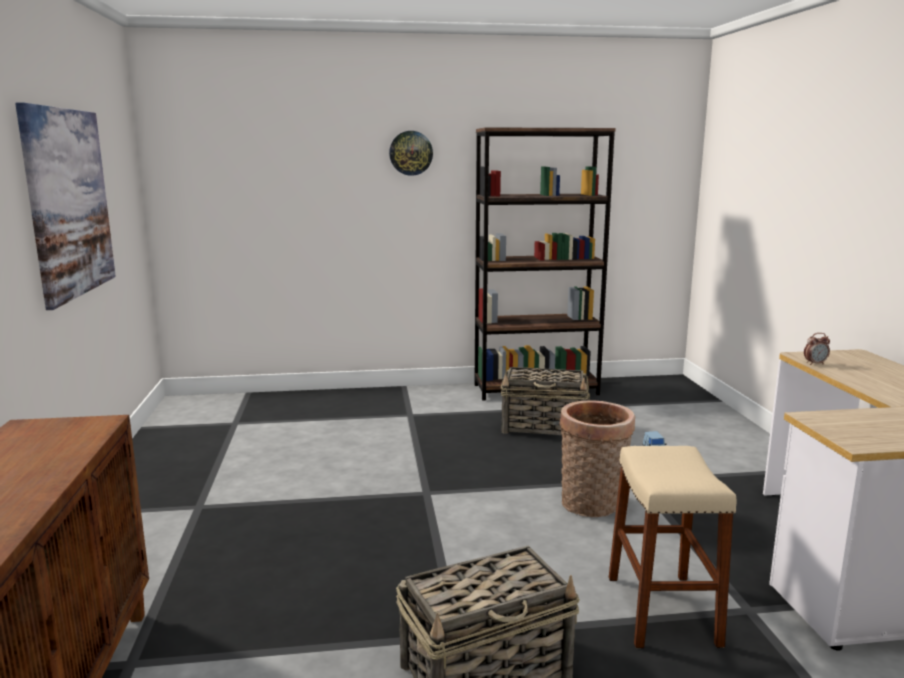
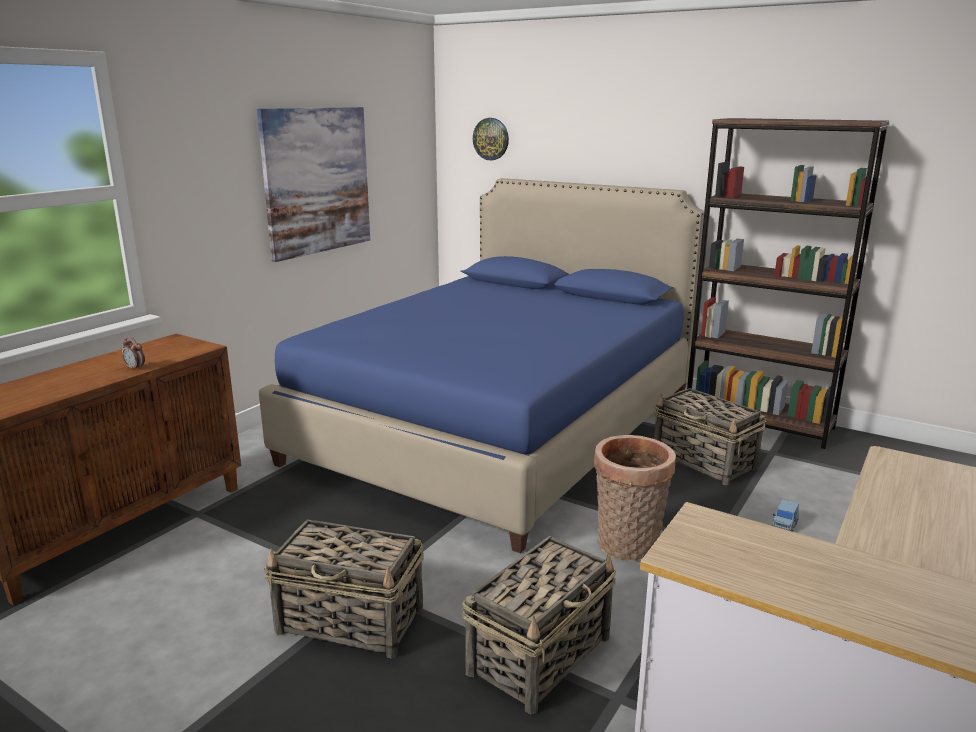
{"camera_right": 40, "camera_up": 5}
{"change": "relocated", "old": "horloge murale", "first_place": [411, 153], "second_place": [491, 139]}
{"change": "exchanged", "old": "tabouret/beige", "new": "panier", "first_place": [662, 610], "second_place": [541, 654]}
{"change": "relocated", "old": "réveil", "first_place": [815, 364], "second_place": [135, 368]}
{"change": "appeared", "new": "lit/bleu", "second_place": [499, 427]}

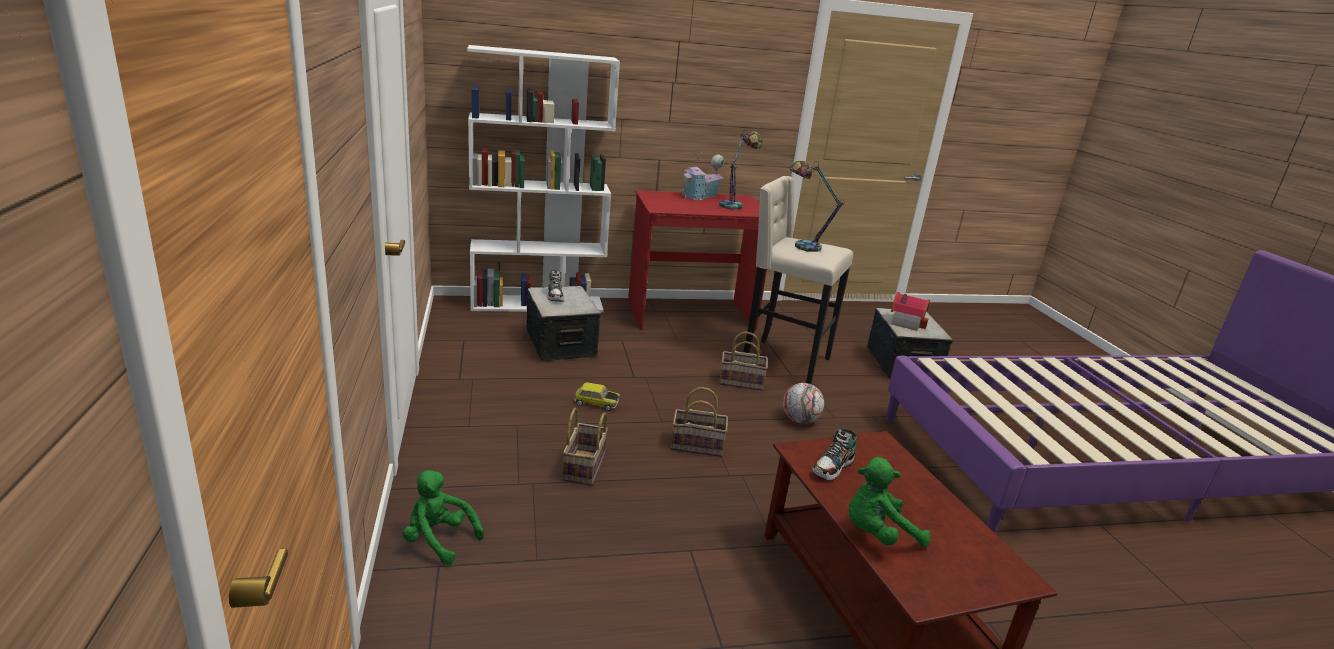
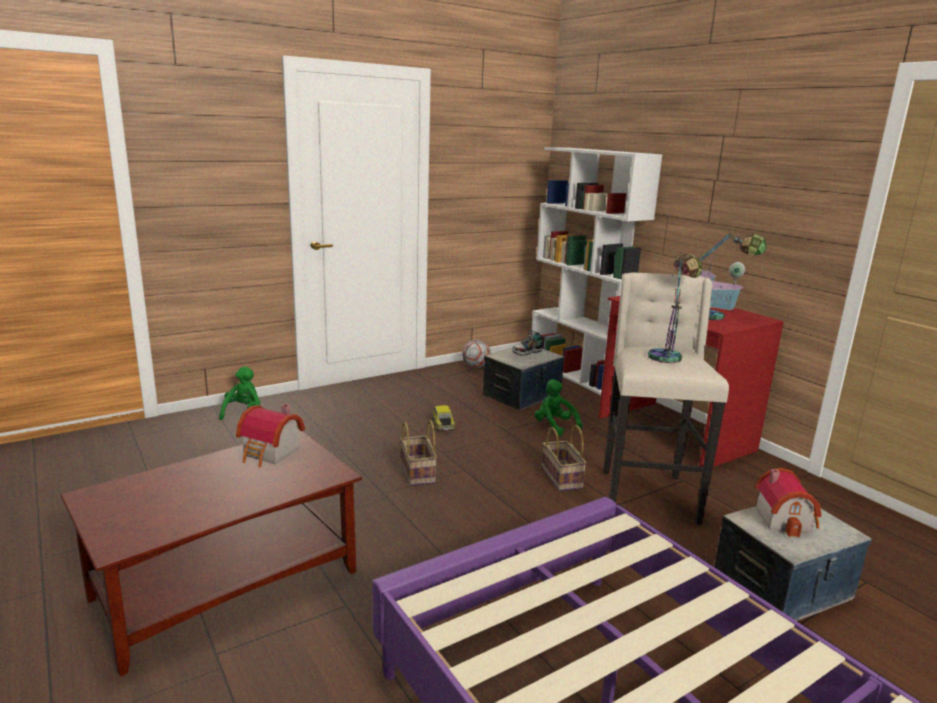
{"camera_right": 70, "camera_up": -5}
{"change": "missing", "old": "panier", "first_place": [585, 468]}
{"change": "relocated", "old": "ballon de foot", "first_place": [800, 420], "second_place": [475, 366]}
{"change": "exchanged", "old": "chaussure", "new": "maison miniature", "first_place": [832, 468], "second_place": [271, 453]}
{"change": "relocated", "old": "peluche/vert", "first_place": [877, 534], "second_place": [554, 426]}

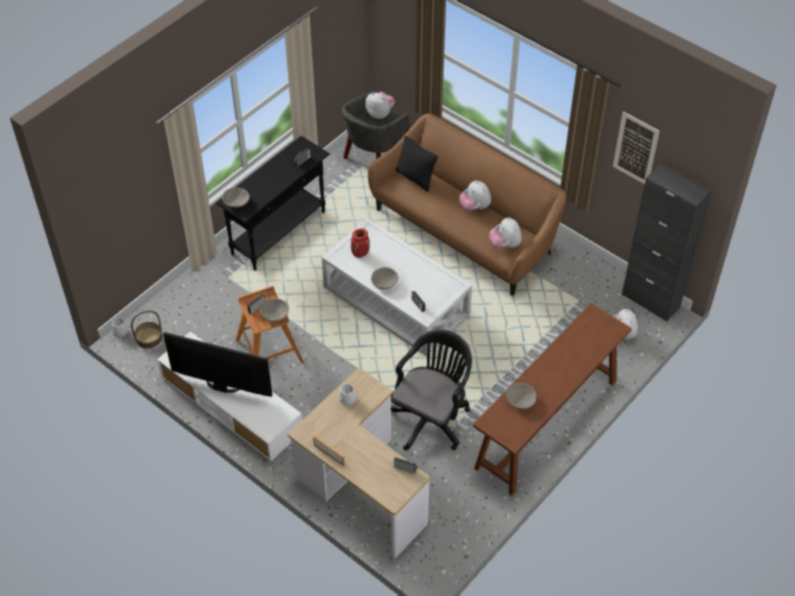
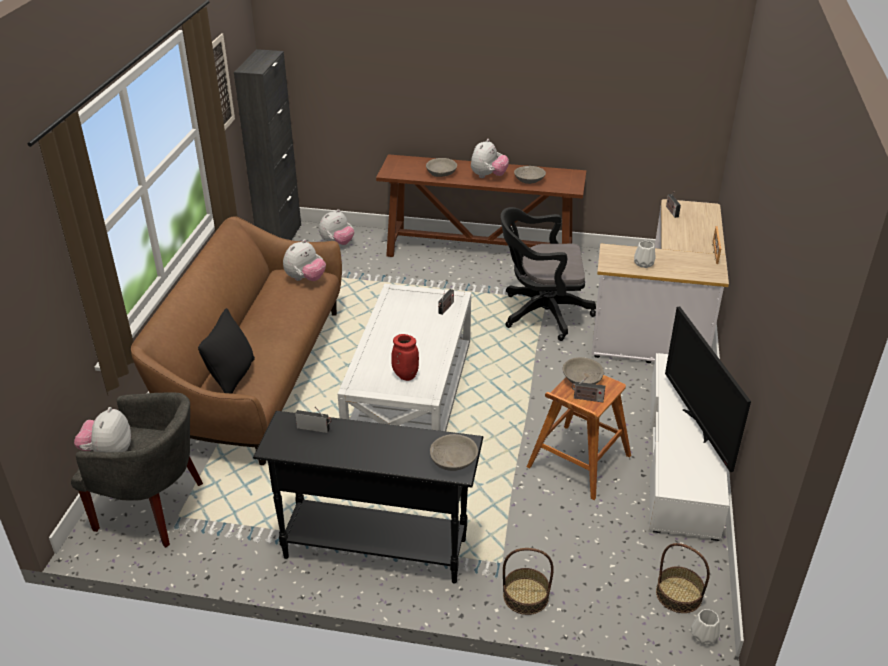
{"camera_right": -120, "camera_up": -15}
{"change": "relocated", "old": "bol/gris", "first_place": [384, 283], "second_place": [441, 173]}
{"change": "relocated", "old": "peluche", "first_place": [474, 207], "second_place": [488, 176]}
{"change": "appeared", "new": "panier", "second_place": [525, 596]}

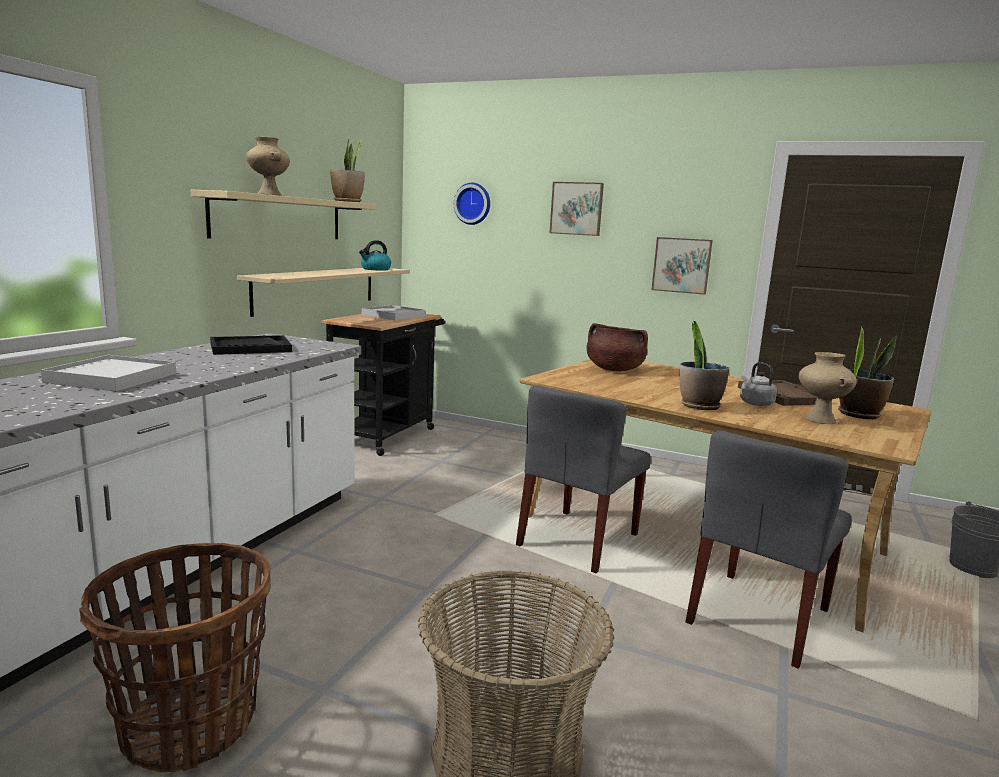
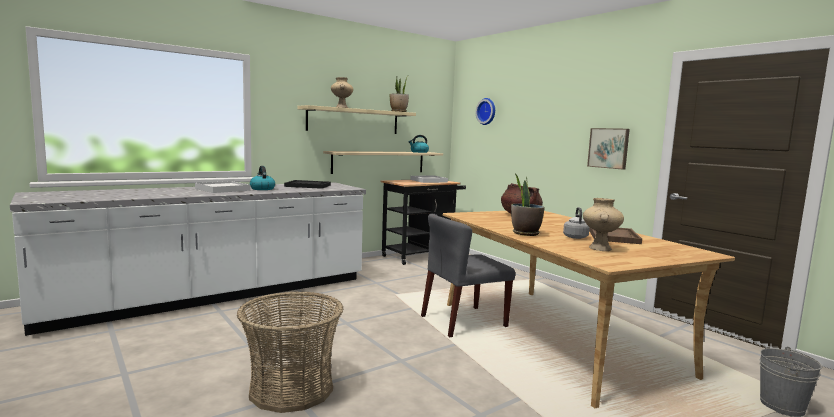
{"camera_right": 30, "camera_up": -5}
{"change": "missing", "old": "panier", "first_place": [190, 725]}
{"change": "missing", "old": "tableau", "first_place": [577, 208]}
{"change": "missing", "old": "chaise/gris", "first_place": [758, 617]}
{"change": "missing", "old": "plante en pot", "first_place": [859, 414]}
{"change": "appeared", "new": "bouilloire", "second_place": [262, 189]}

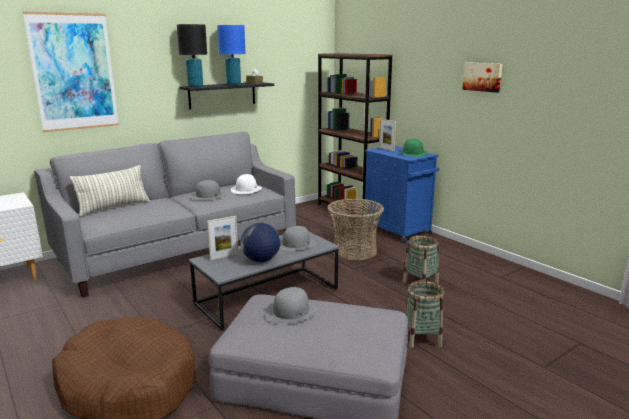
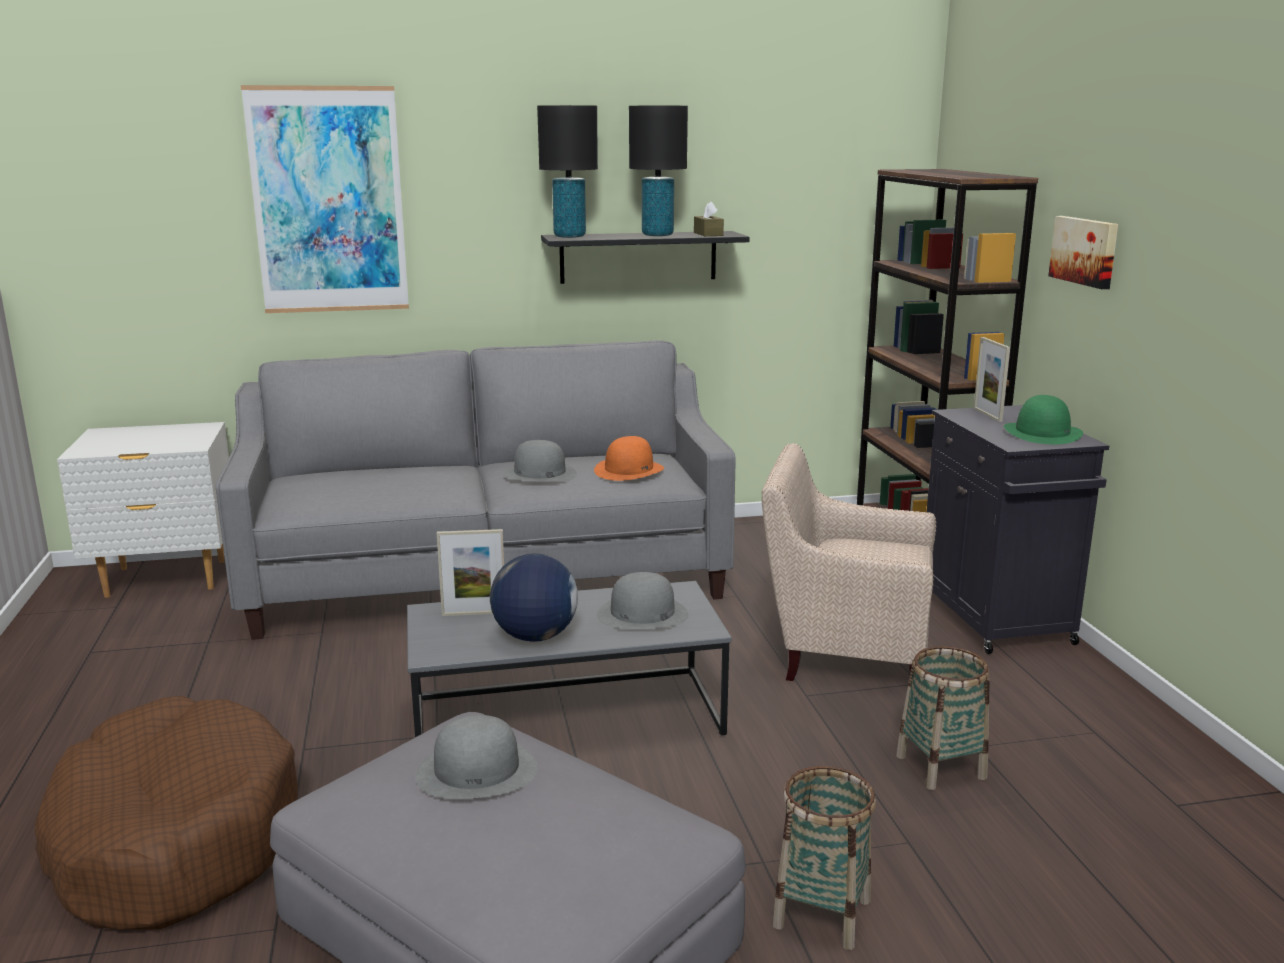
{"camera_right": 25, "camera_up": 0}
{"change": "missing", "old": "coussin", "first_place": [114, 207]}
{"change": "colour", "old": "lampe de table/bleu", "new": "lampe de table/noir", "first_place": [233, 84], "second_place": [658, 235]}
{"change": "colour", "old": "chapeau/blanc", "new": "chapeau/orange", "first_place": [246, 189], "second_place": [629, 470]}
{"change": "exchanged", "old": "panier", "new": "fauteuil/beige", "first_place": [354, 251], "second_place": [843, 651]}
{"change": "colour", "old": "meuble de rangement/bleu", "new": "meuble de rangement/noir", "first_place": [398, 230], "second_place": [996, 619]}
{"change": "relocated", "old": "tableau", "first_place": [482, 77], "second_place": [1085, 251]}

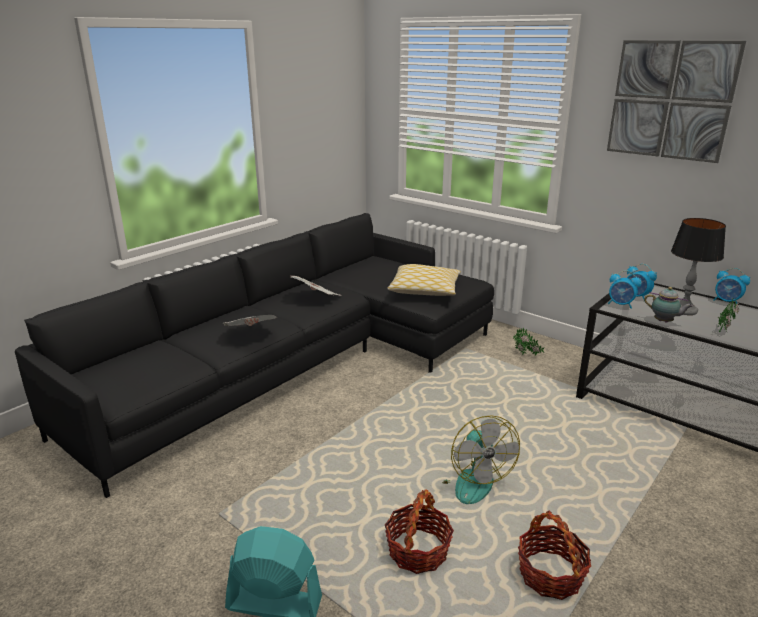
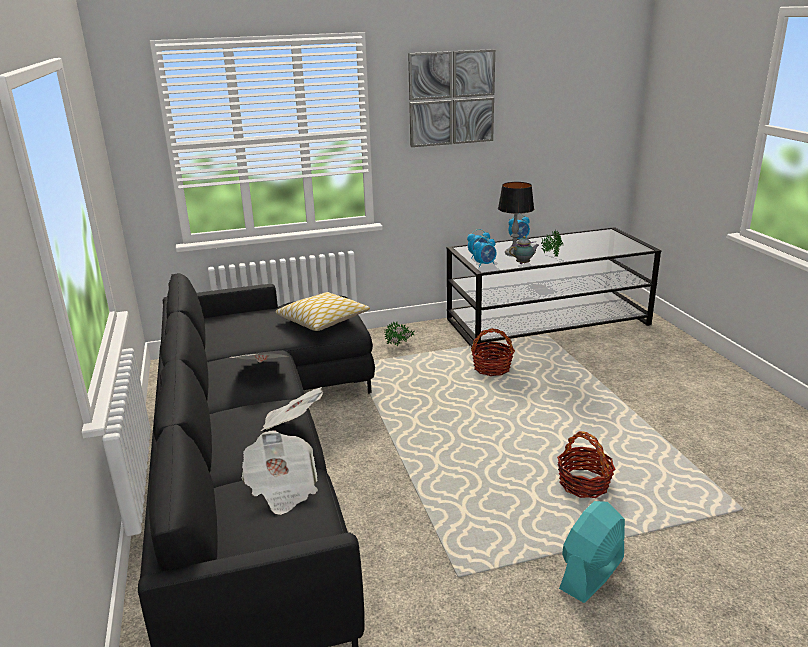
{"camera_right": -55, "camera_up": 0}
{"change": "missing", "old": "ventilateur", "first_place": [468, 479]}
{"change": "relocated", "old": "panier", "first_place": [550, 575], "second_place": [491, 368]}
{"change": "appeared", "new": "journal", "second_place": [282, 488]}

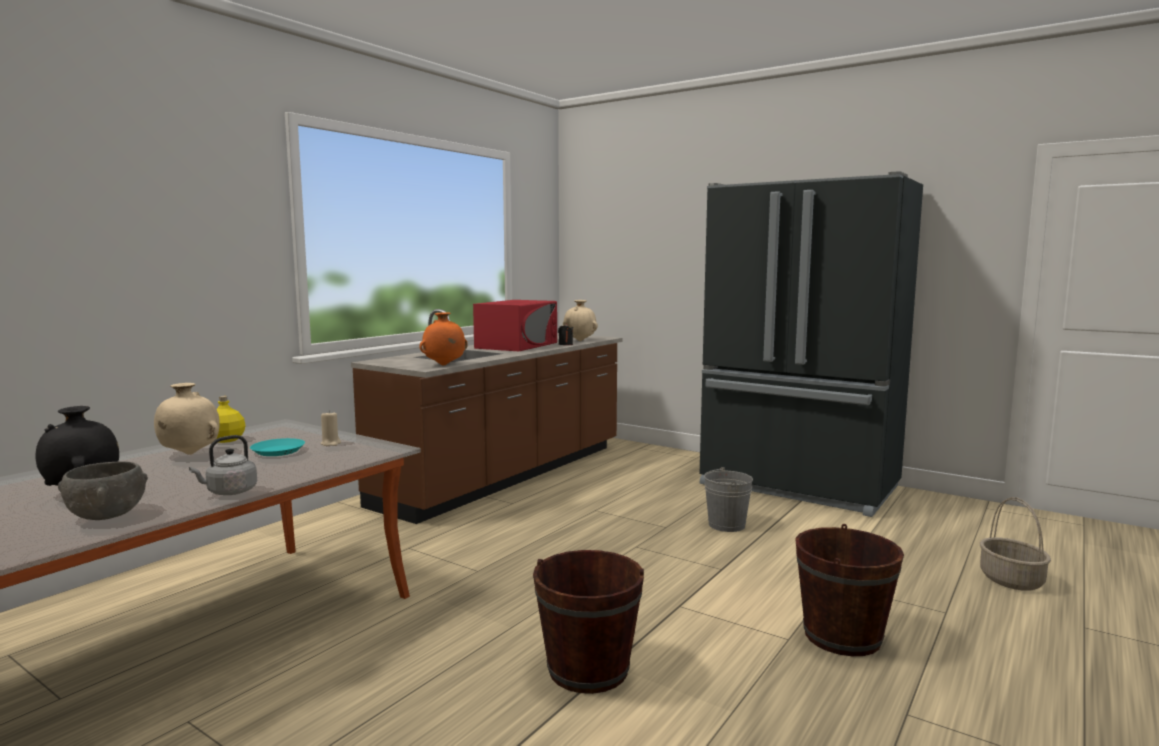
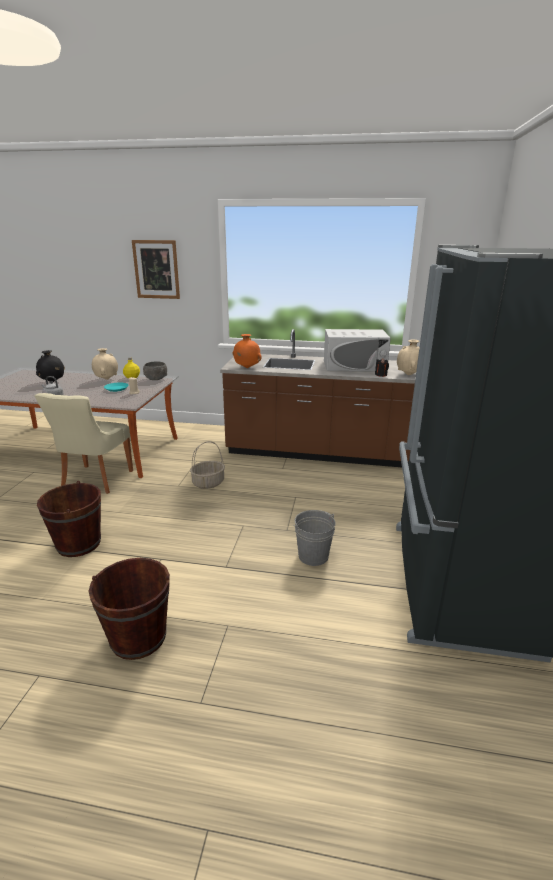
{"camera_right": 65, "camera_up": 15}
{"change": "relocated", "old": "bol/gris", "first_place": [106, 514], "second_place": [156, 378]}
{"change": "colour", "old": "micro-ondes/rouge", "new": "micro-ondes/blanc", "first_place": [517, 345], "second_place": [354, 366]}
{"change": "relocated", "old": "panier", "first_place": [1012, 580], "second_place": [208, 483]}
{"change": "appeared", "new": "chaise/beige", "second_place": [95, 480]}
{"change": "appeared", "new": "tableau", "second_place": [156, 269]}

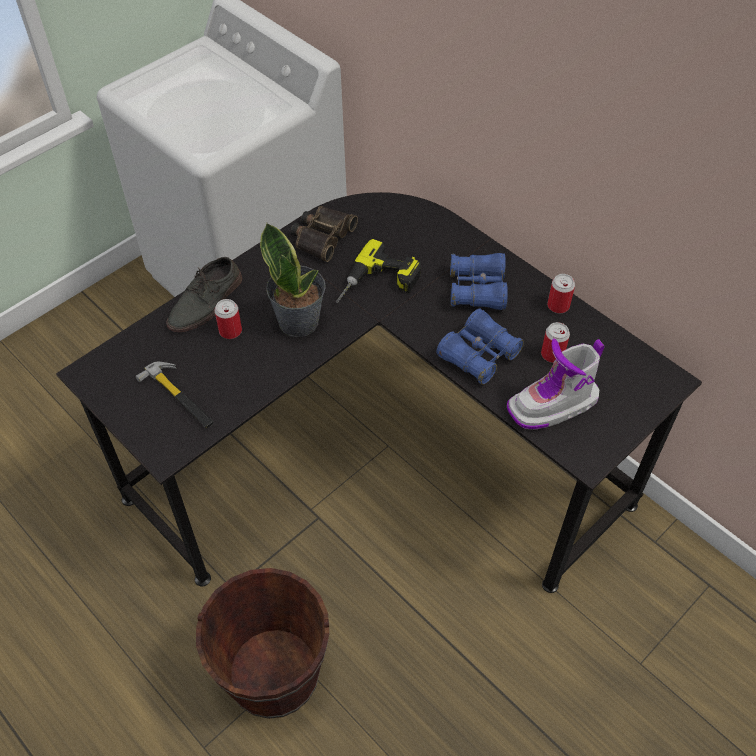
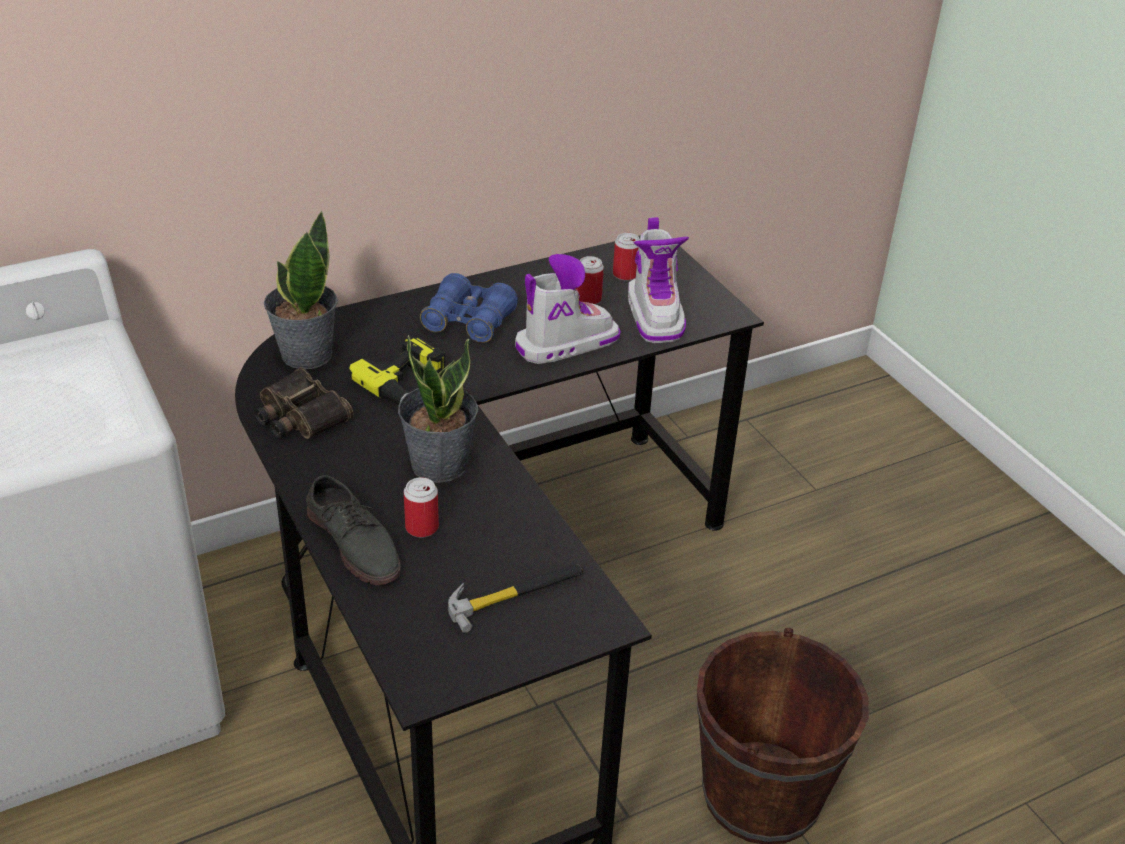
{"camera_right": -75, "camera_up": -15}
{"change": "exchanged", "old": "jumelles/bleu", "new": "botte", "first_place": [479, 355], "second_place": [565, 344]}
{"change": "relocated", "old": "boîte métallique", "first_place": [558, 306], "second_place": [625, 274]}
{"change": "appeared", "new": "plante en pot", "second_place": [305, 354]}

